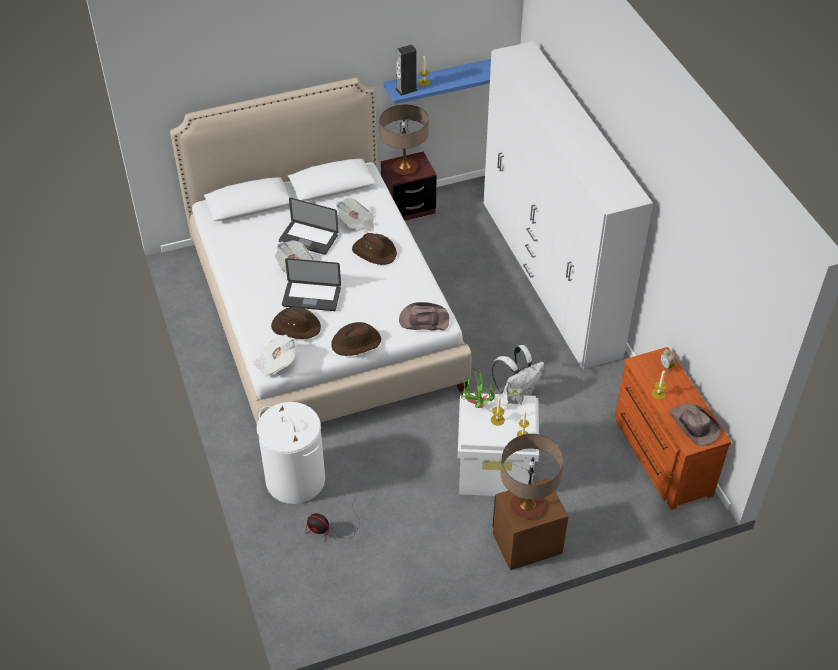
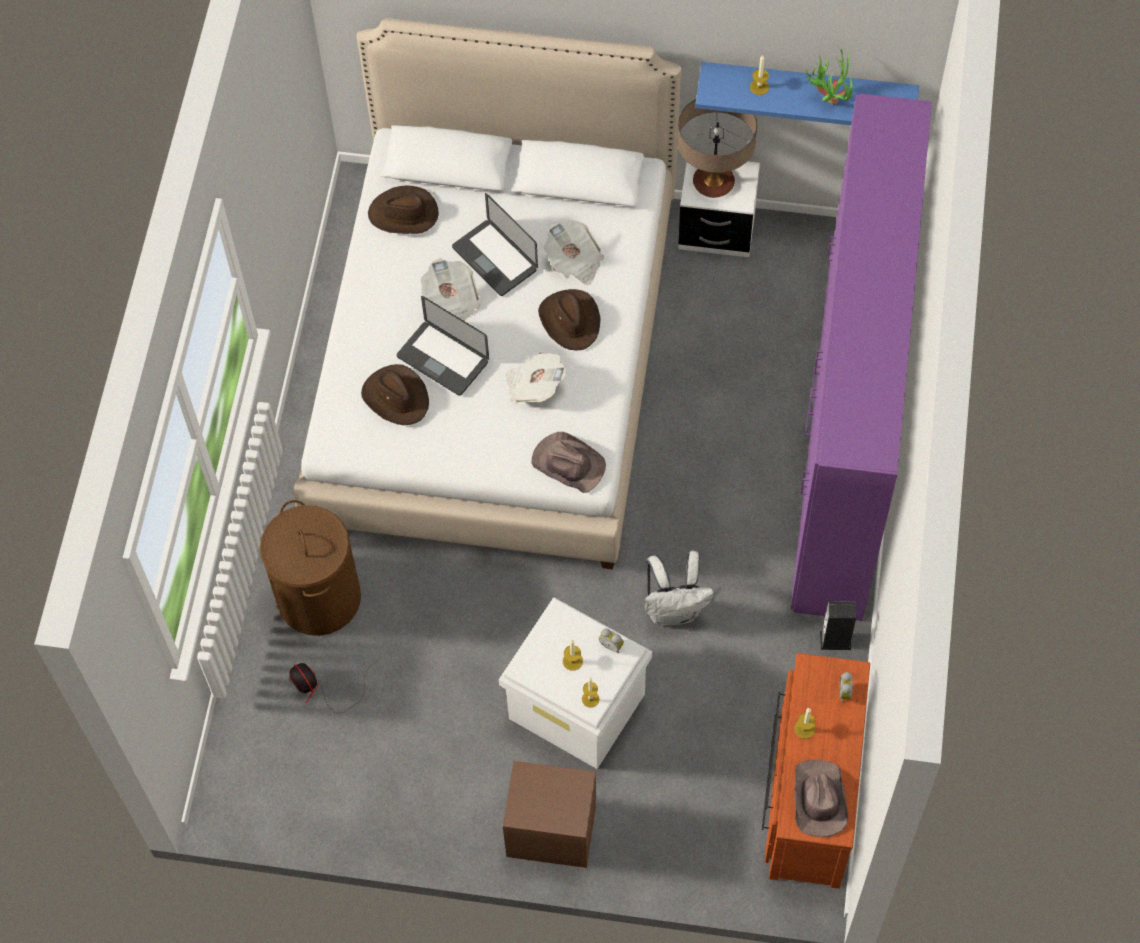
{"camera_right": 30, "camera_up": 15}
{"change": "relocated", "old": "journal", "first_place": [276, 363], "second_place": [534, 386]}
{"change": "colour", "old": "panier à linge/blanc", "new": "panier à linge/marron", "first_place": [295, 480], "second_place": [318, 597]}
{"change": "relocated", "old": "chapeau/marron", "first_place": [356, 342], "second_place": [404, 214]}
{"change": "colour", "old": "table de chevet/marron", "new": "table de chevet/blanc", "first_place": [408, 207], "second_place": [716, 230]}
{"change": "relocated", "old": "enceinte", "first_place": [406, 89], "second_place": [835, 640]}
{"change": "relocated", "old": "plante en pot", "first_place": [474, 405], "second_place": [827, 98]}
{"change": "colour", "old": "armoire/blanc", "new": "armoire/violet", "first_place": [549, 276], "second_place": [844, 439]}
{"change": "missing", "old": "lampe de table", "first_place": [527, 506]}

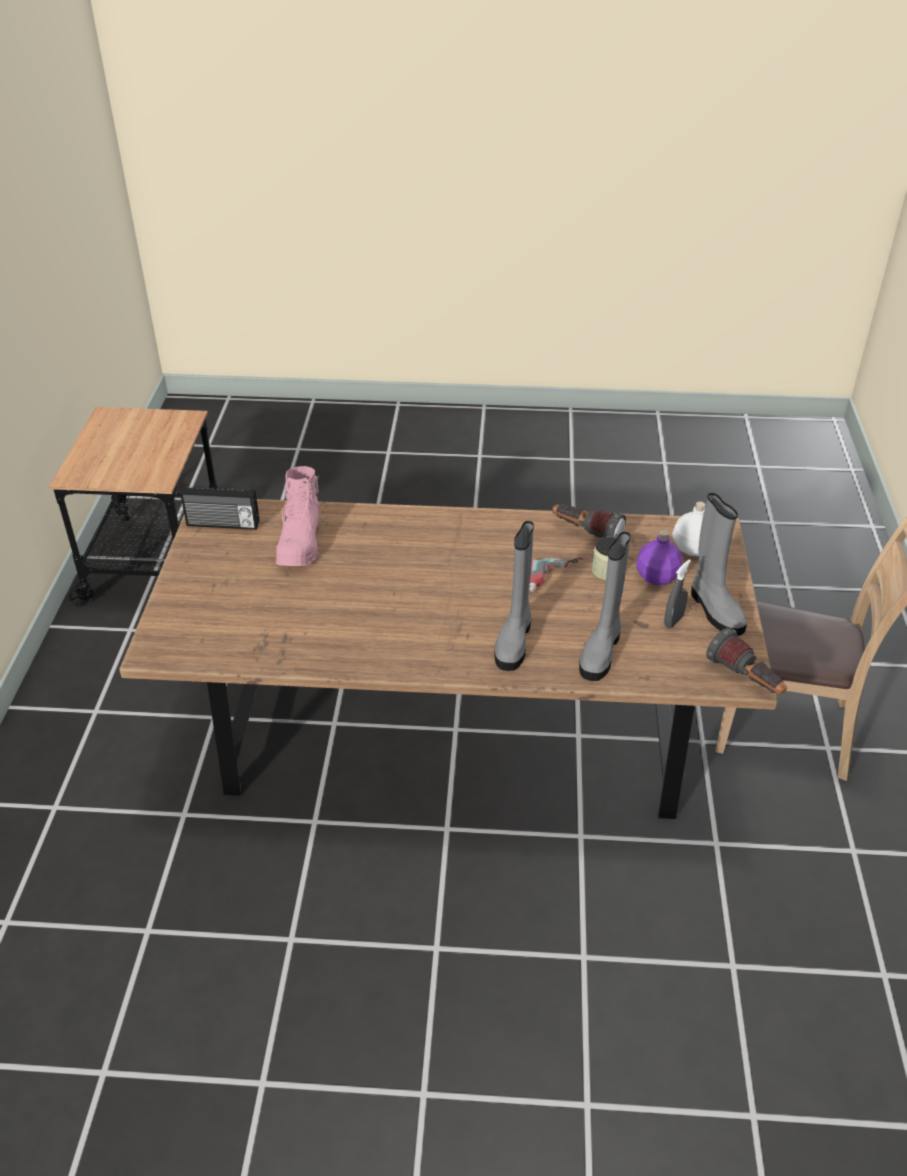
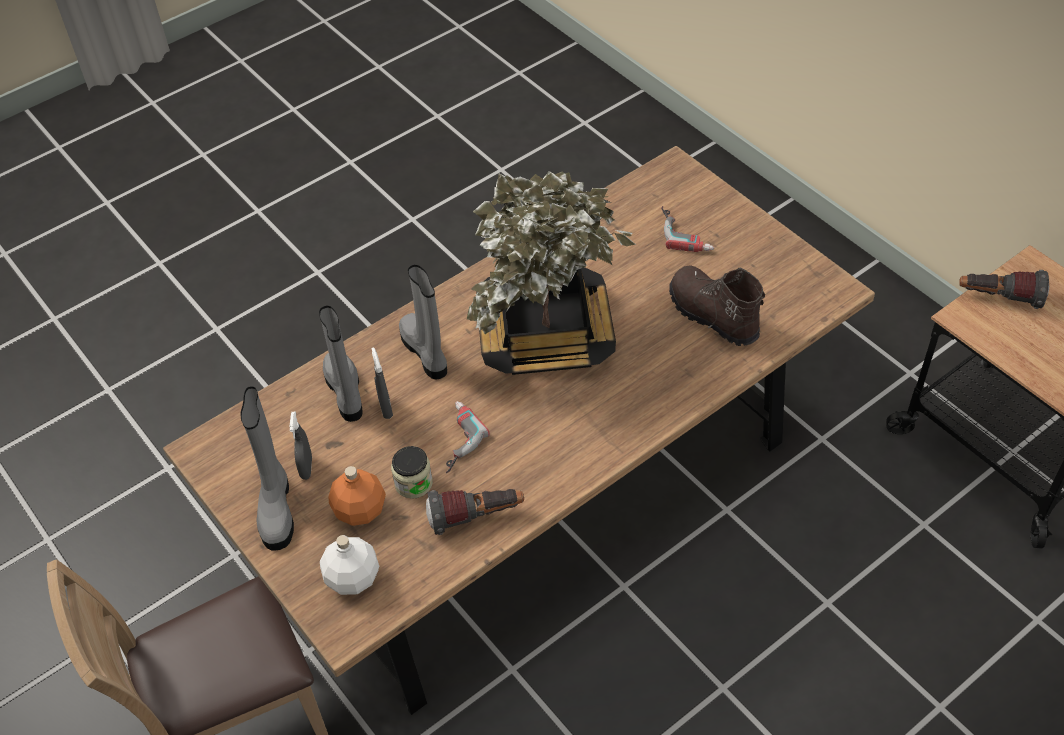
{"camera_right": 140, "camera_up": 10}
{"change": "missing", "old": "radio", "first_place": [223, 524]}
{"change": "colour", "old": "botte/rose", "new": "botte/marron", "first_place": [301, 543], "second_place": [711, 316]}
{"change": "colour", "old": "bouteille/violet", "new": "bouteille/orange", "first_place": [657, 577], "second_place": [360, 509]}
{"change": "spun", "old": "botte/gris", "first_place": [714, 610], "second_place": [276, 508], "degrees": -120}
{"change": "relocated", "old": "lampe de poche", "first_place": [745, 680], "second_place": [999, 298]}
{"change": "appeared", "new": "vaporisateur/gris", "second_place": [385, 408]}
{"change": "appeared", "new": "plante en pot", "second_place": [546, 334]}
{"change": "appeared", "new": "perceuse", "second_place": [686, 232]}

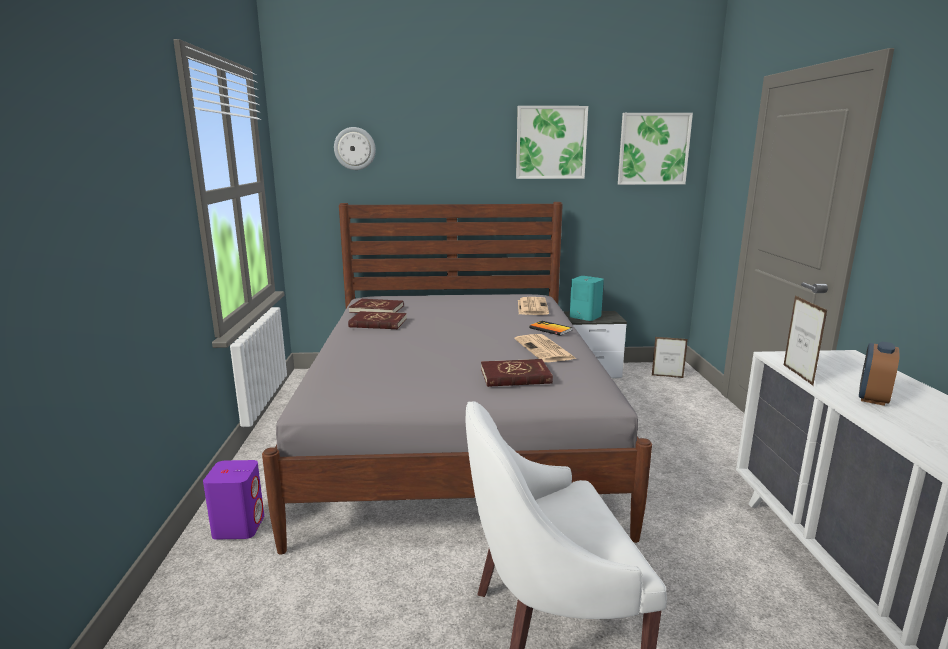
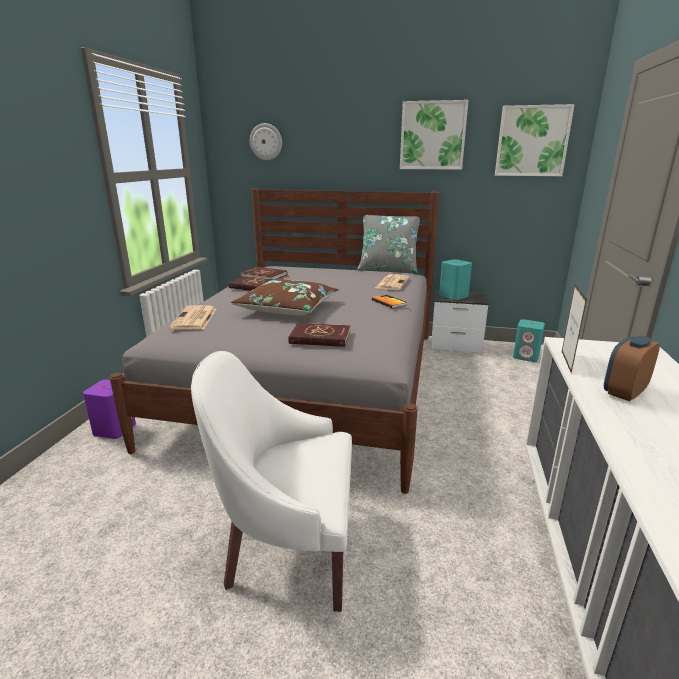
{"camera_right": 15, "camera_up": 5}
{"change": "relocated", "old": "journal", "first_place": [545, 349], "second_place": [194, 319]}
{"change": "exchanged", "old": "cadre photo", "new": "enceinte/turquoise", "first_place": [667, 376], "second_place": [526, 357]}
{"change": "appeared", "new": "coussin/marron", "second_place": [288, 308]}
{"change": "appeared", "new": "coussin/gris", "second_place": [388, 269]}

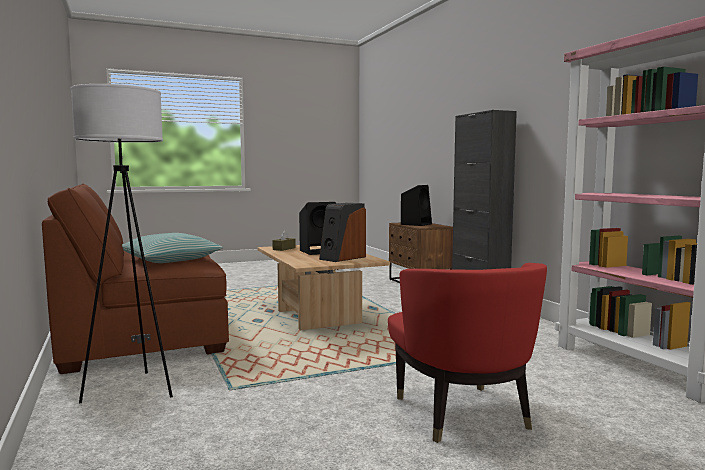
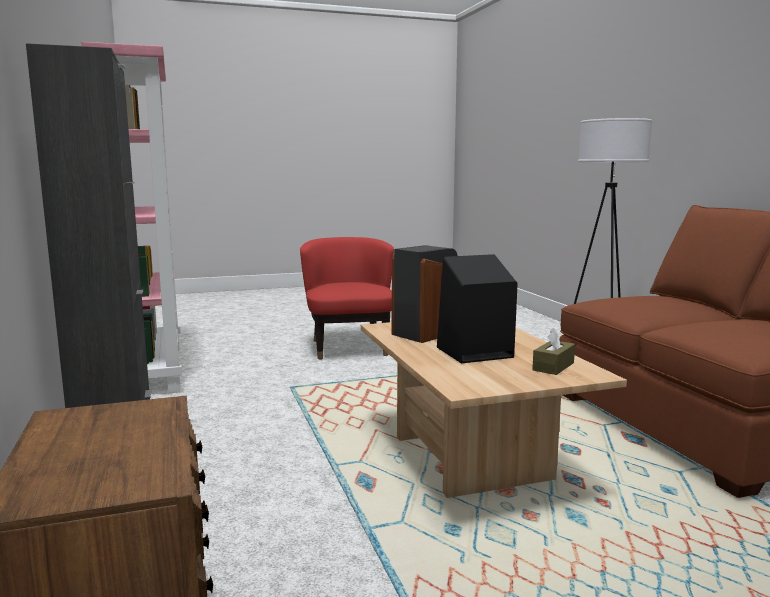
{"camera_right": -175, "camera_up": 5}
{"change": "missing", "old": "coussin", "first_place": [170, 259]}
{"change": "missing", "old": "enceinte/noir", "first_place": [416, 224]}

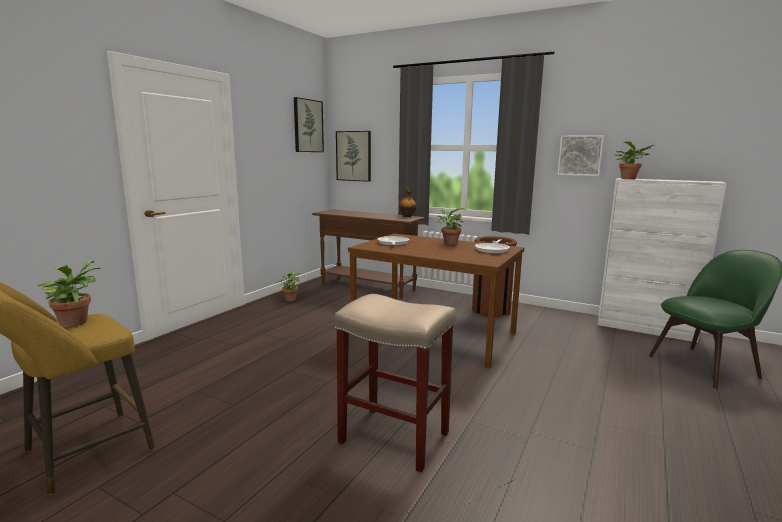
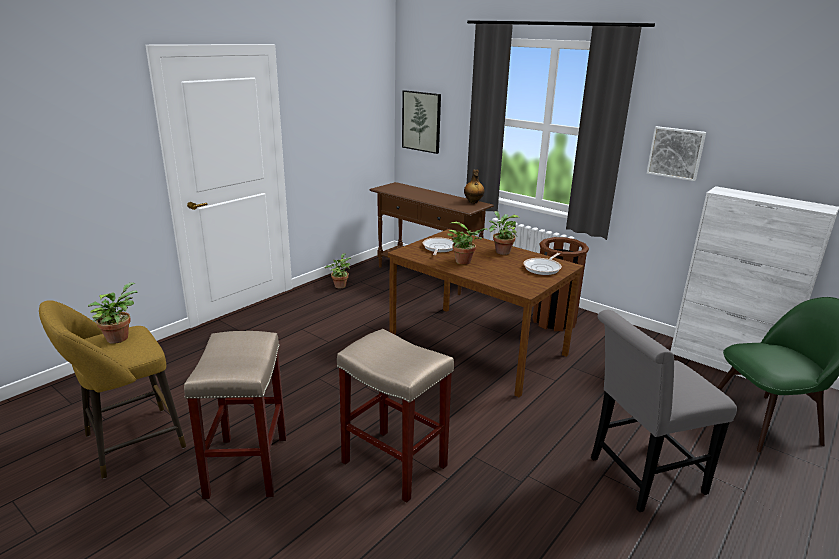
{"camera_right": 10, "camera_up": 10}
{"change": "missing", "old": "tableau", "first_place": [308, 126]}
{"change": "relocated", "old": "plante en pot", "first_place": [630, 179], "second_place": [465, 262]}
{"change": "appeared", "new": "tabouret/beige", "second_place": [247, 465]}
{"change": "appeared", "new": "chaise/gris", "second_place": [640, 476]}

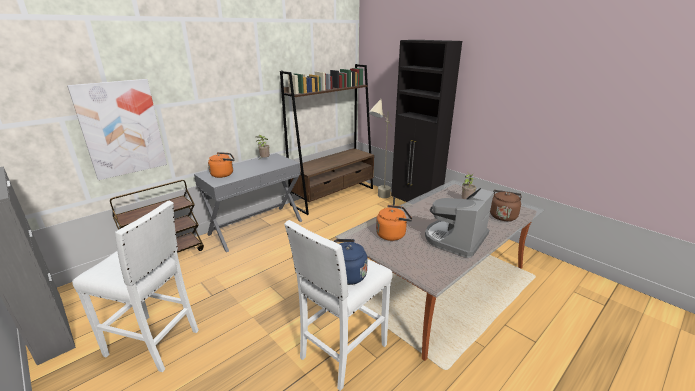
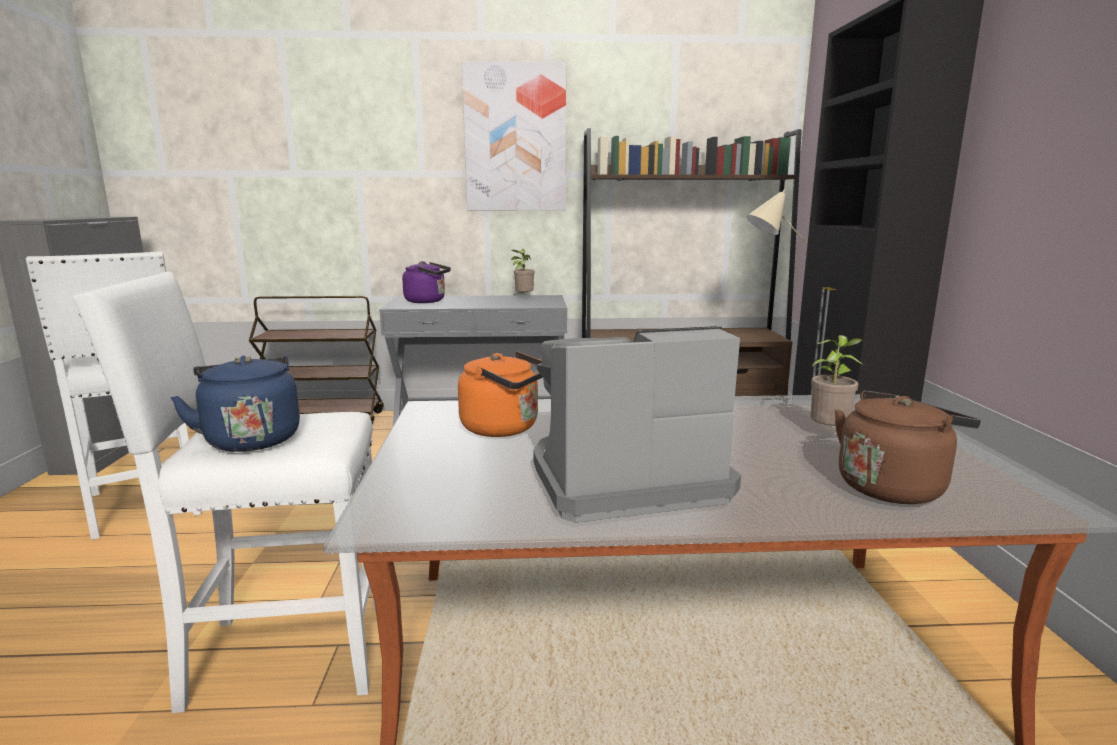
{"camera_right": 40, "camera_up": -10}
{"change": "relocated", "old": "tableau", "first_place": [121, 128], "second_place": [515, 138]}
{"change": "colour", "old": "bouilloire/orange", "new": "bouilloire/violet", "first_place": [223, 174], "second_place": [428, 301]}

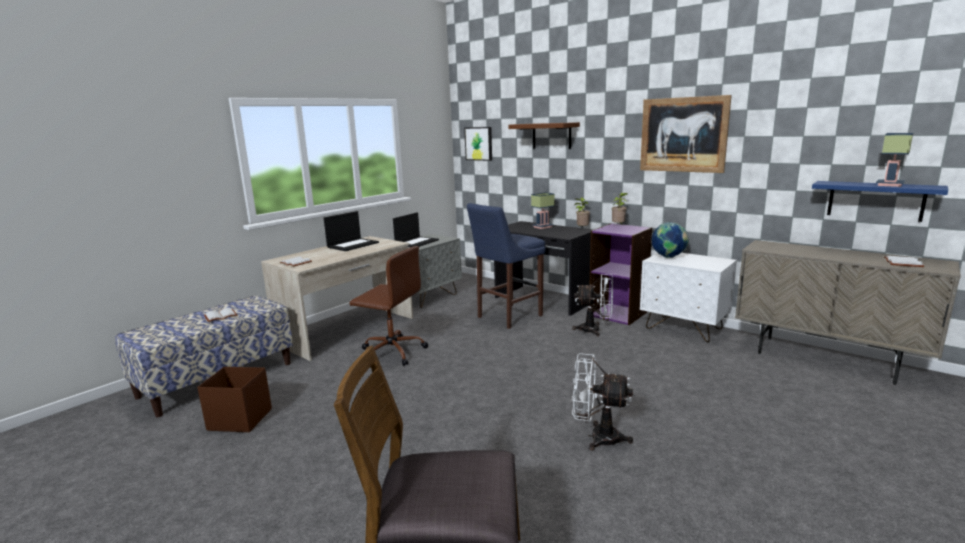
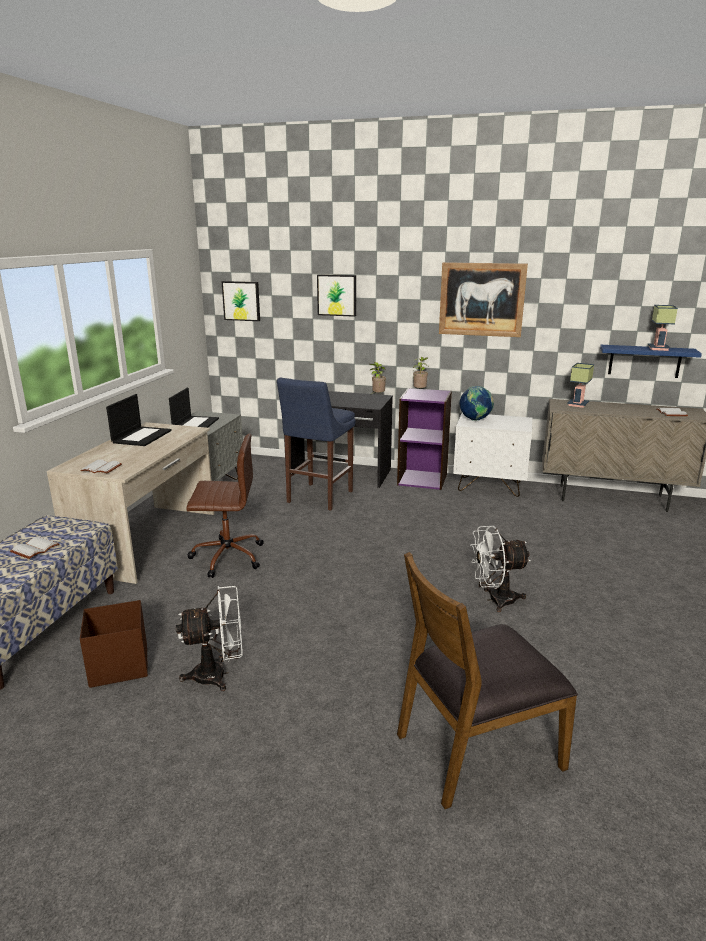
{"camera_right": -25, "camera_up": 5}
{"change": "exchanged", "old": "étagère/marron", "new": "tableau", "first_place": [551, 135], "second_place": [337, 295]}
{"change": "relocated", "old": "lampe de table", "first_place": [542, 226], "second_place": [577, 404]}
{"change": "relocated", "old": "ventilateur/blanc", "first_place": [595, 330], "second_place": [218, 674]}

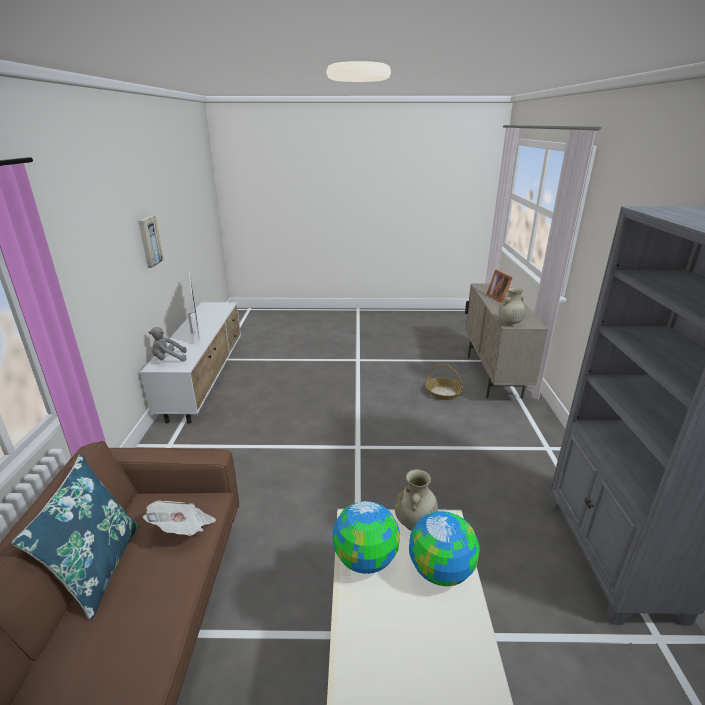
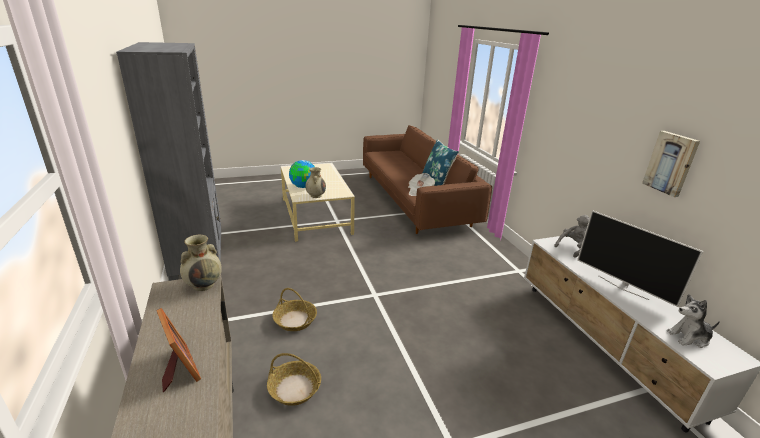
{"camera_right": 160, "camera_up": 0}
{"change": "missing", "old": "globe", "first_place": [366, 559]}
{"change": "appeared", "new": "panier", "second_place": [295, 320]}
{"change": "appeared", "new": "peluche", "second_place": [689, 337]}

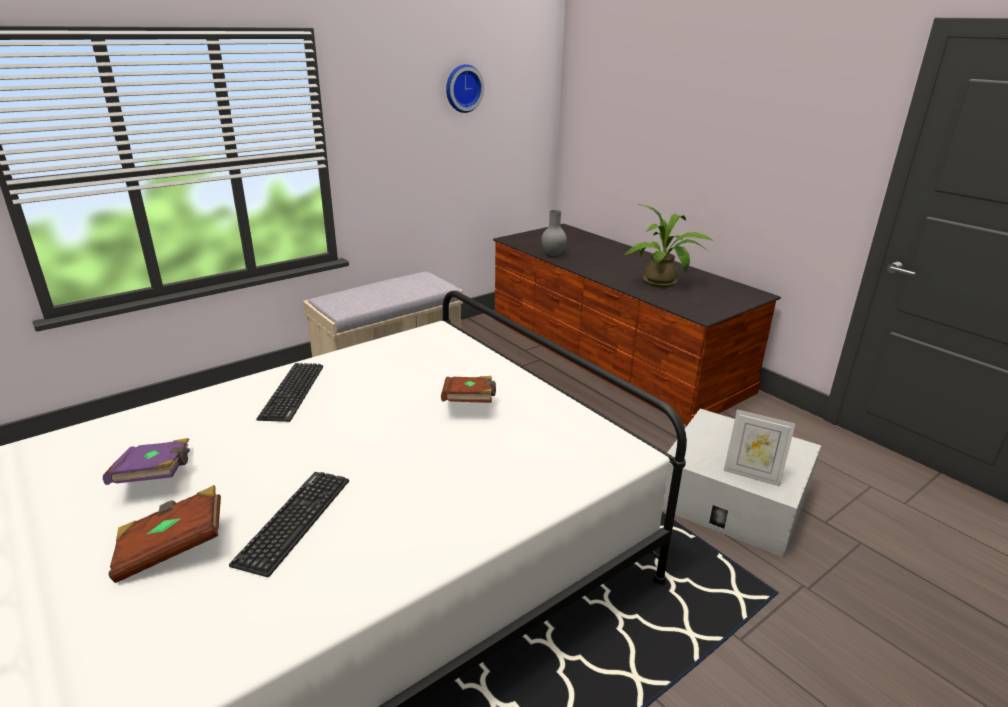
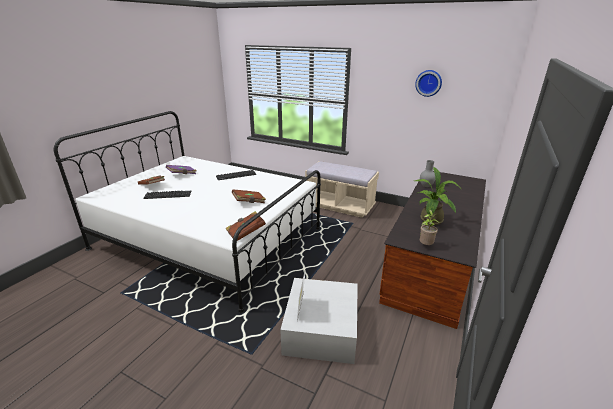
{"camera_right": 65, "camera_up": 0}
{"change": "appeared", "new": "livre/marron", "second_place": [246, 232]}
{"change": "appeared", "new": "plante en pot", "second_place": [425, 245]}

